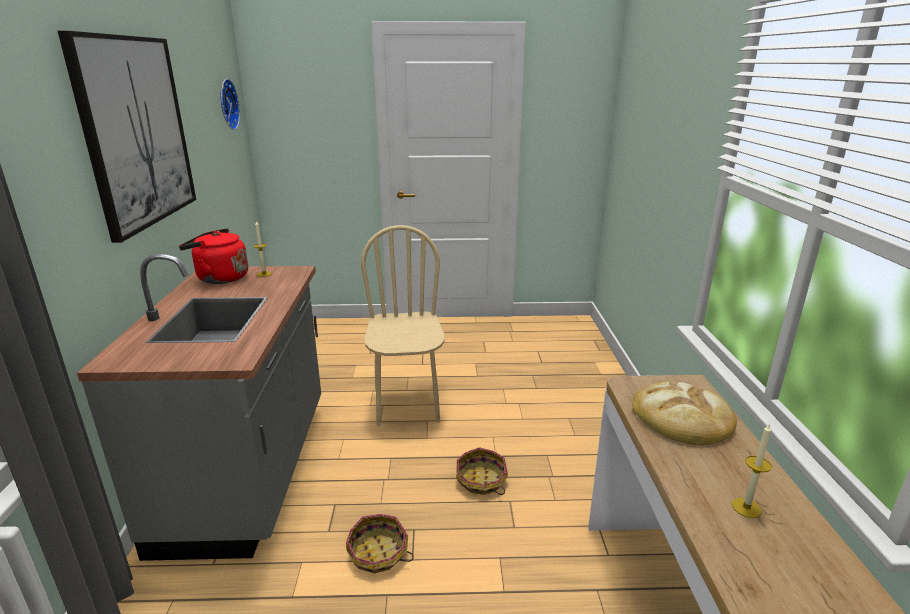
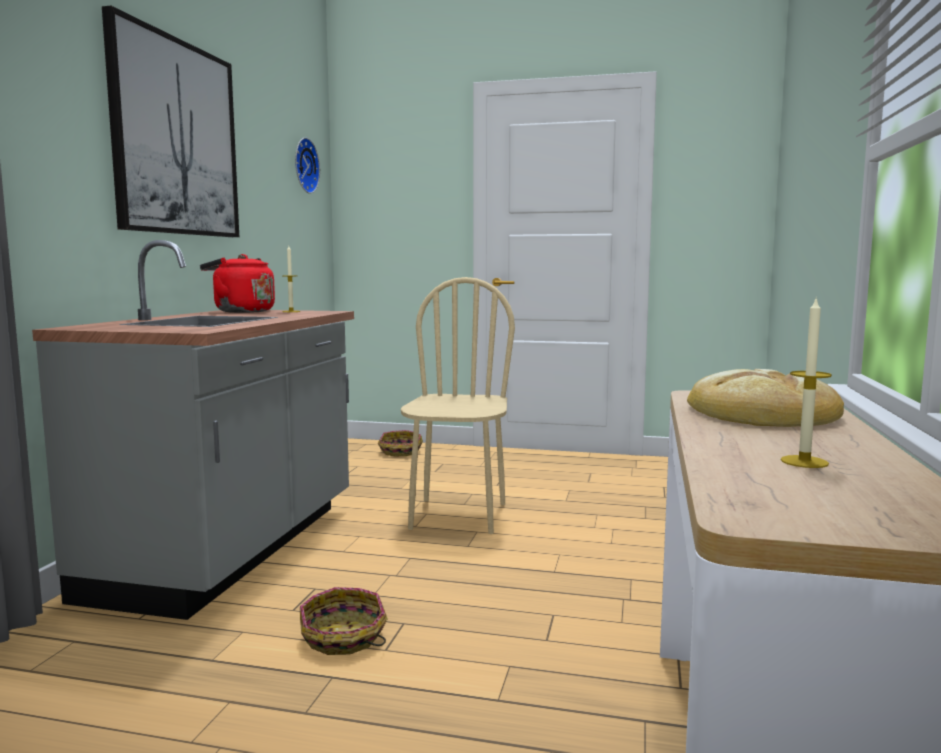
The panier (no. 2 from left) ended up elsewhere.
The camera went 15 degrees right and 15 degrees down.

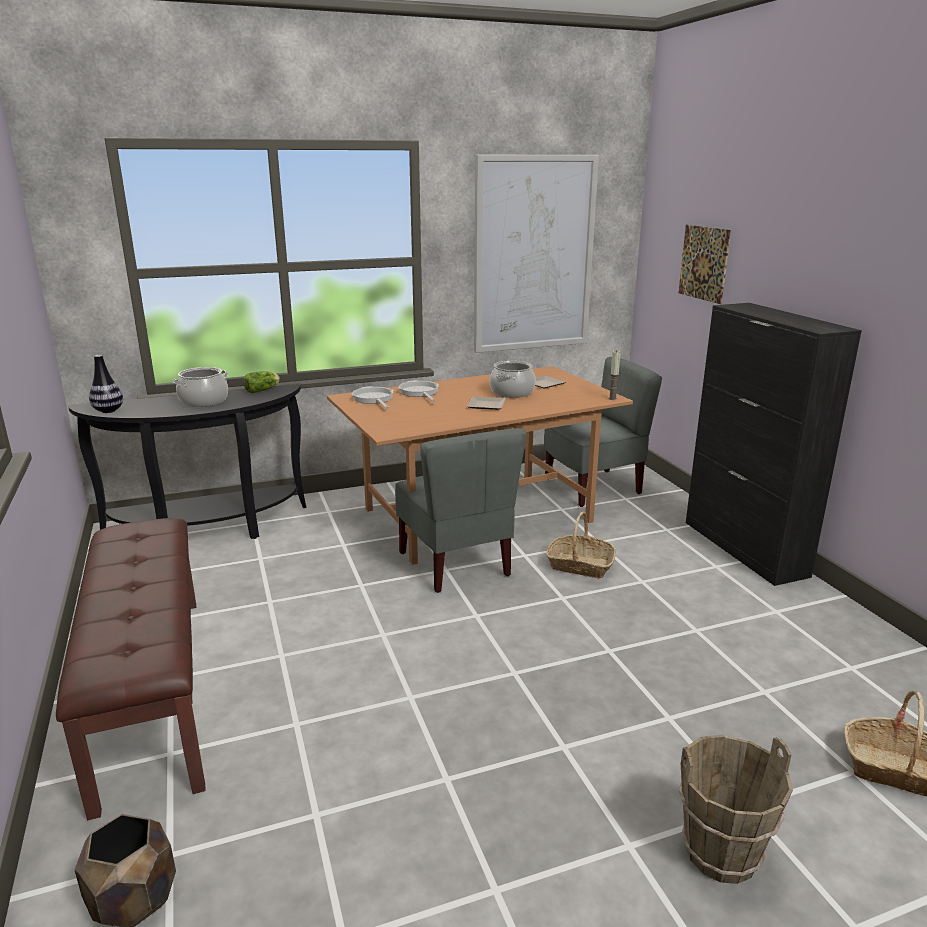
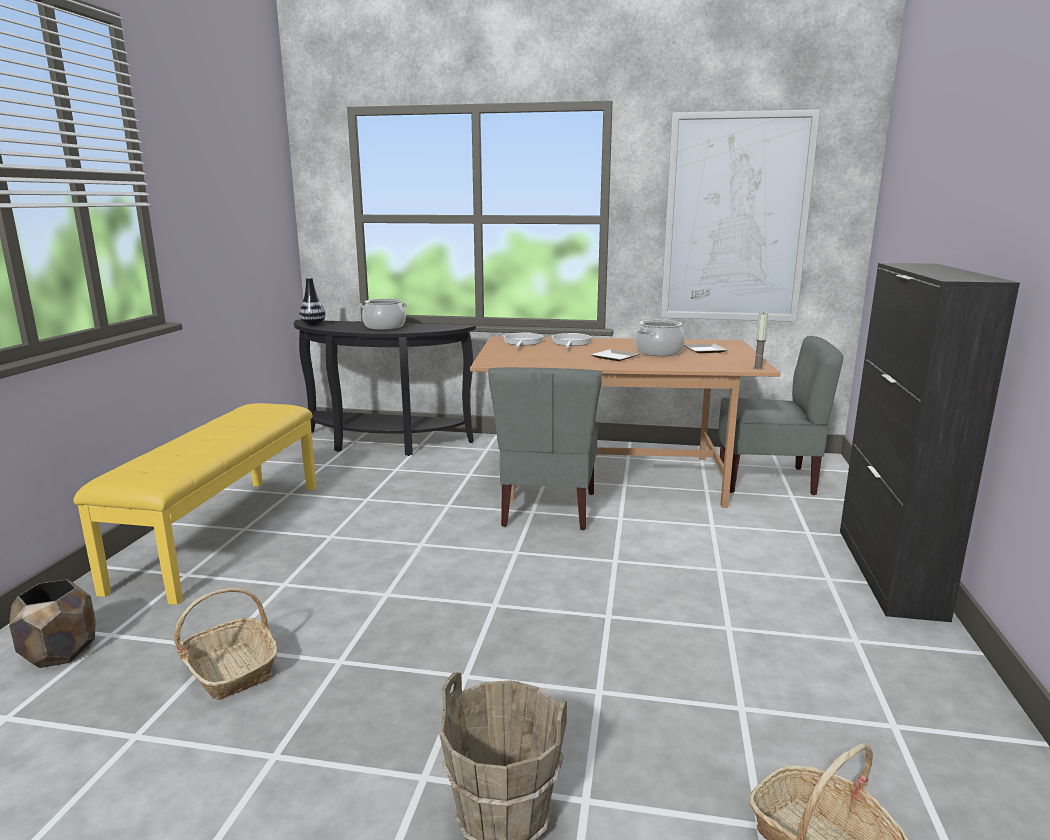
What was the banc [marron] turned into the banc [jaune].
The second view lost the laitue.
The panier (no. 1 from left) ended up elsewhere.
The second view lost the tableau (no. 2 from left).
The camera went 30 degrees right and 5 degrees down.

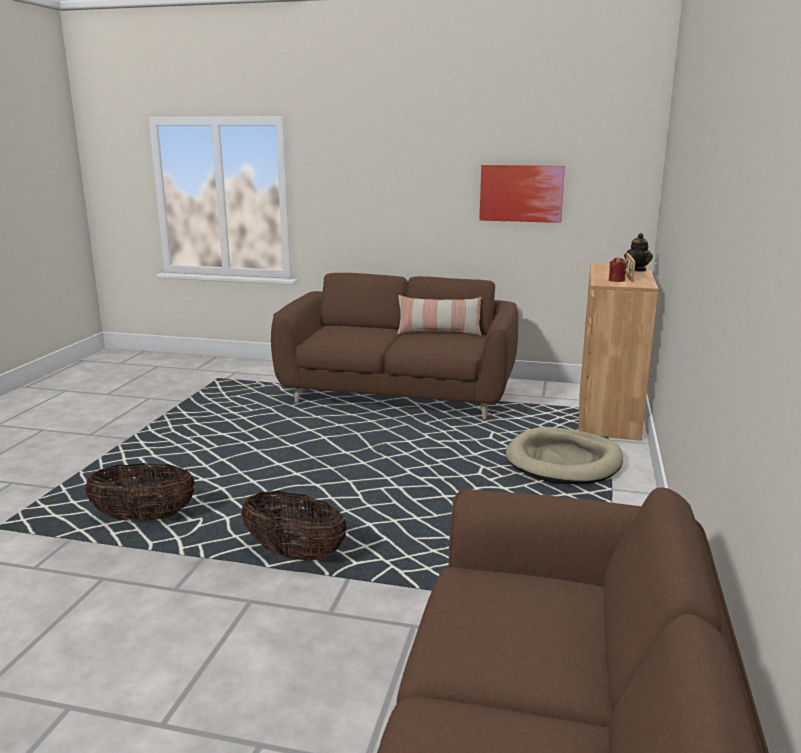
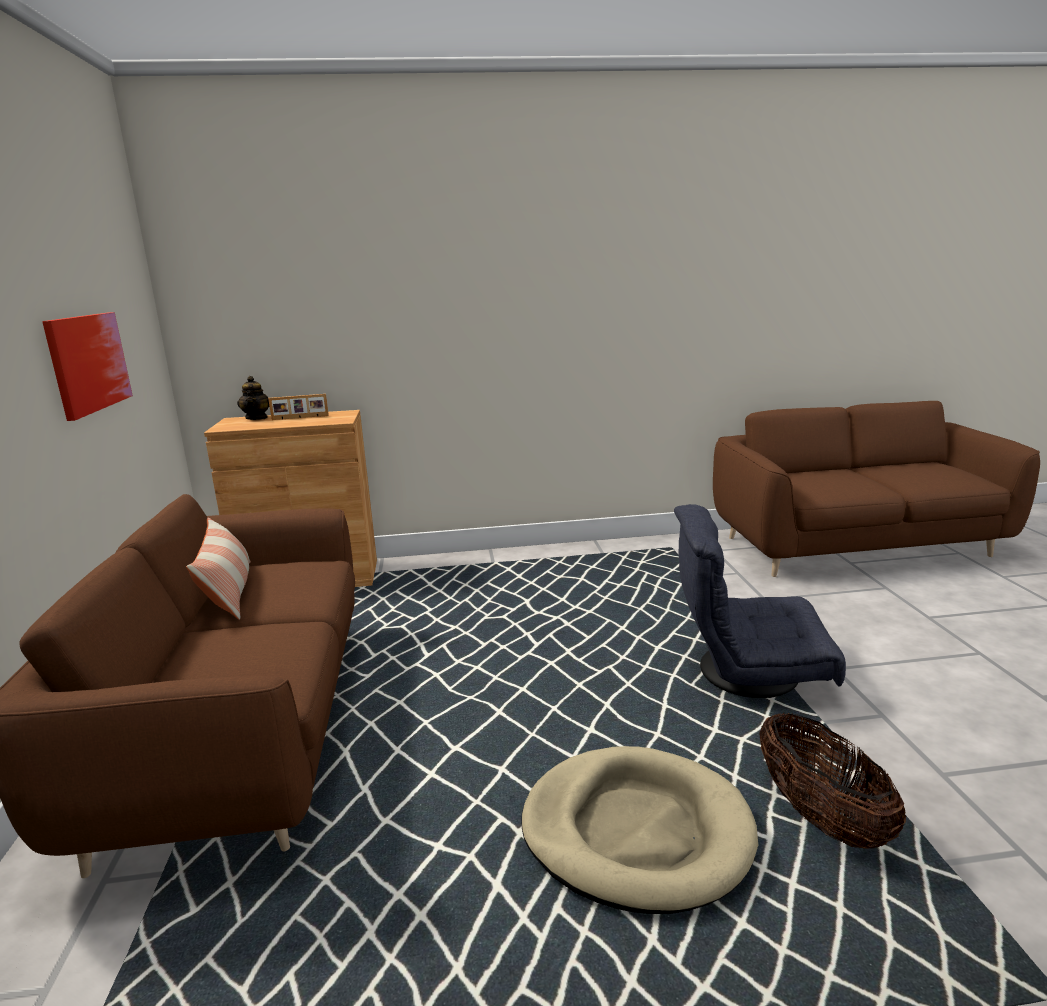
Where the panier (no. 2 from left) stood, the fauteuil [gris] came to stand.
The panier pour chien [beige] ended up elsewhere.
The second view lost the bougie [rouge].
The théière ended up facing another way, 90 degrees clockwise from before.
The camera went 110 degrees left and 0 degrees up.

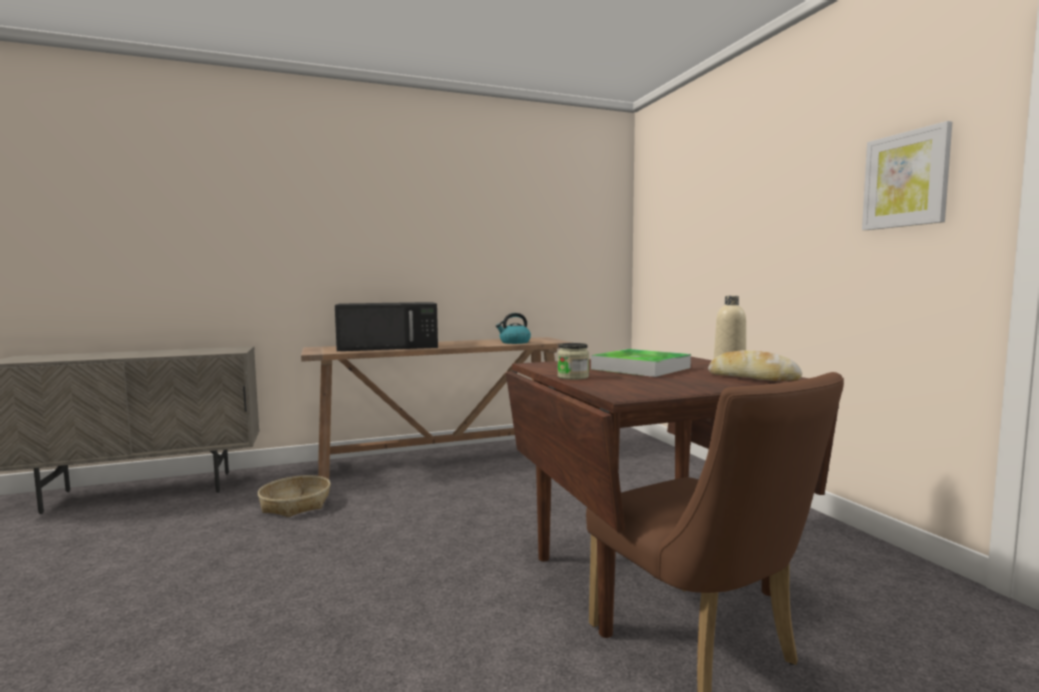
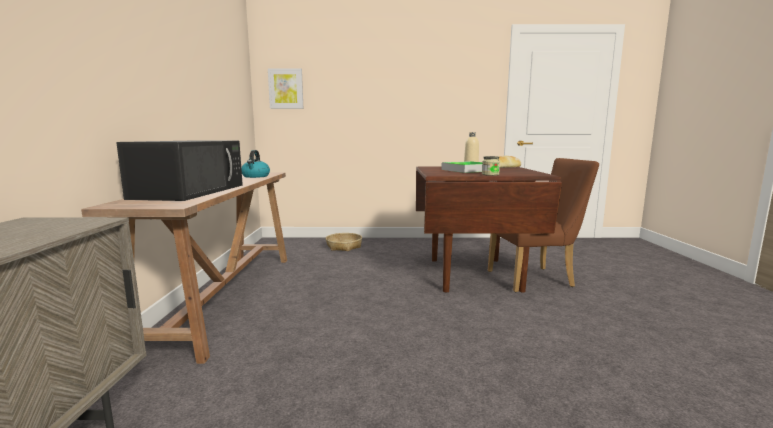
The panier ended up elsewhere.
The tableau ended up elsewhere.
The camera went 70 degrees left and 5 degrees up.

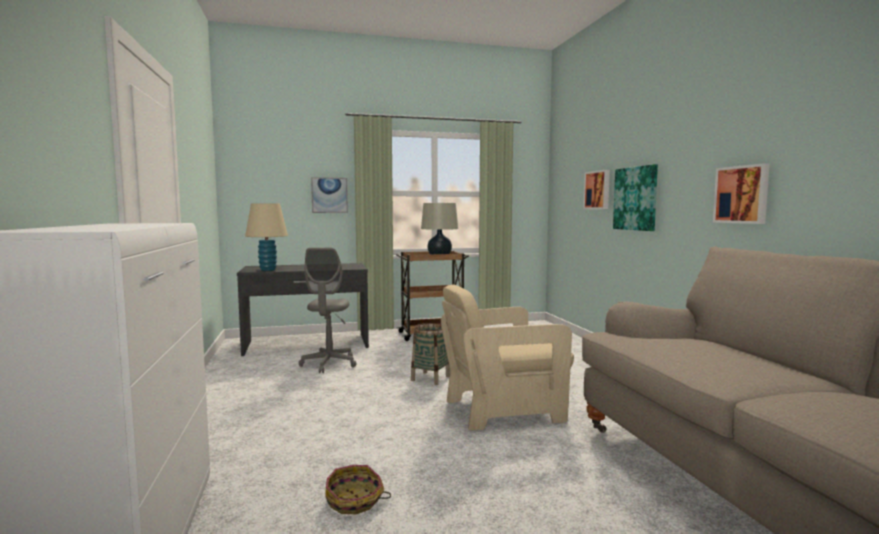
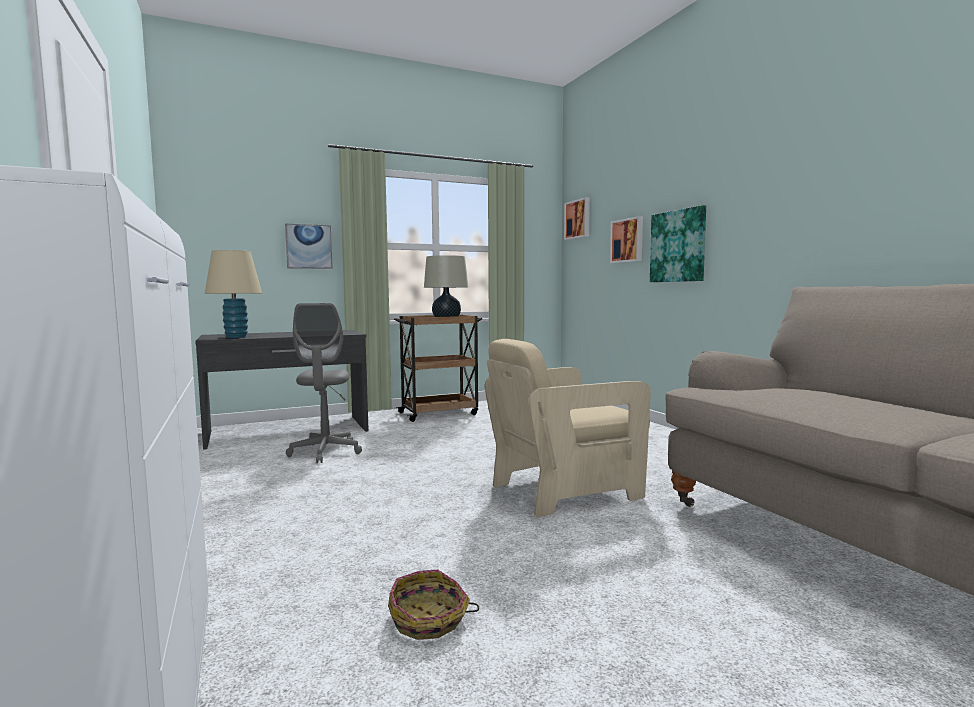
The second view lost the panier (no. 2 from left).
The tableau (no. 4 from left in the first image) ended up elsewhere.
The camera went 10 degrees left and 0 degrees up.

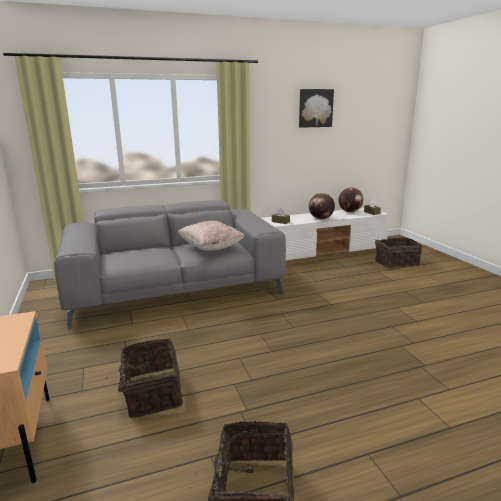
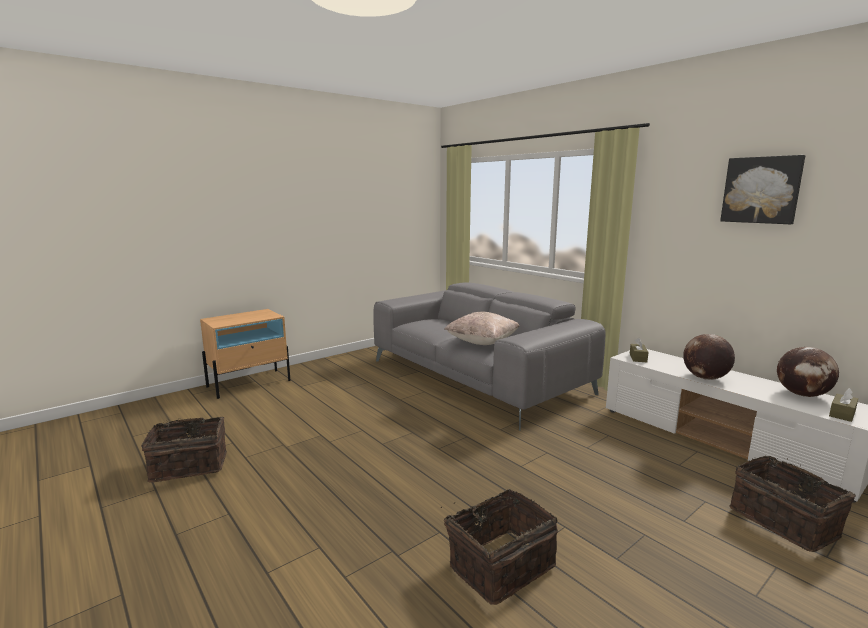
The panier (no. 1 from left in the first image) ended up elsewhere.
The camera went 70 degrees right and 5 degrees down.

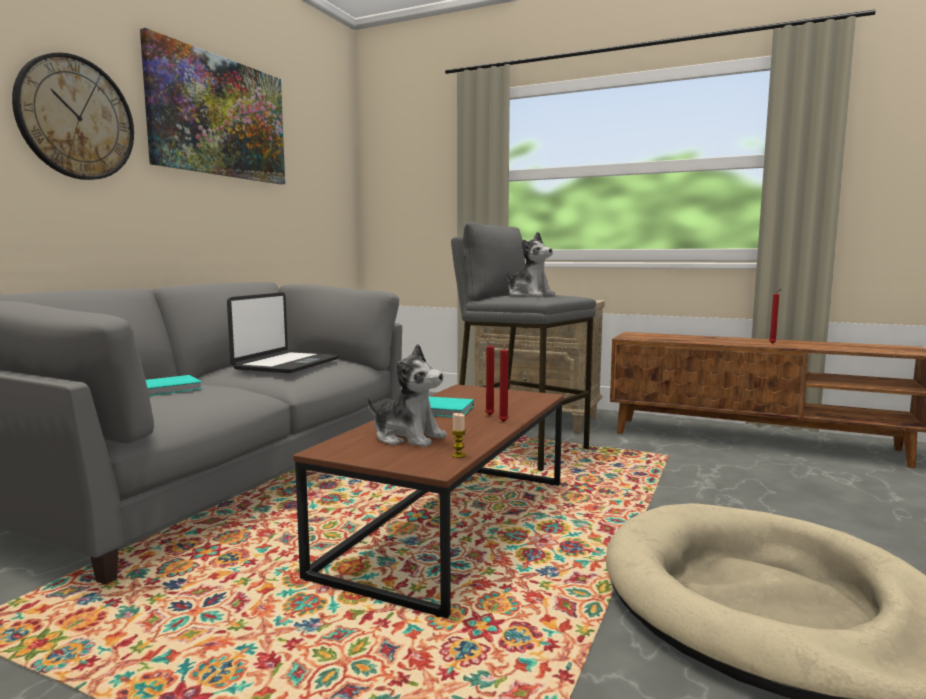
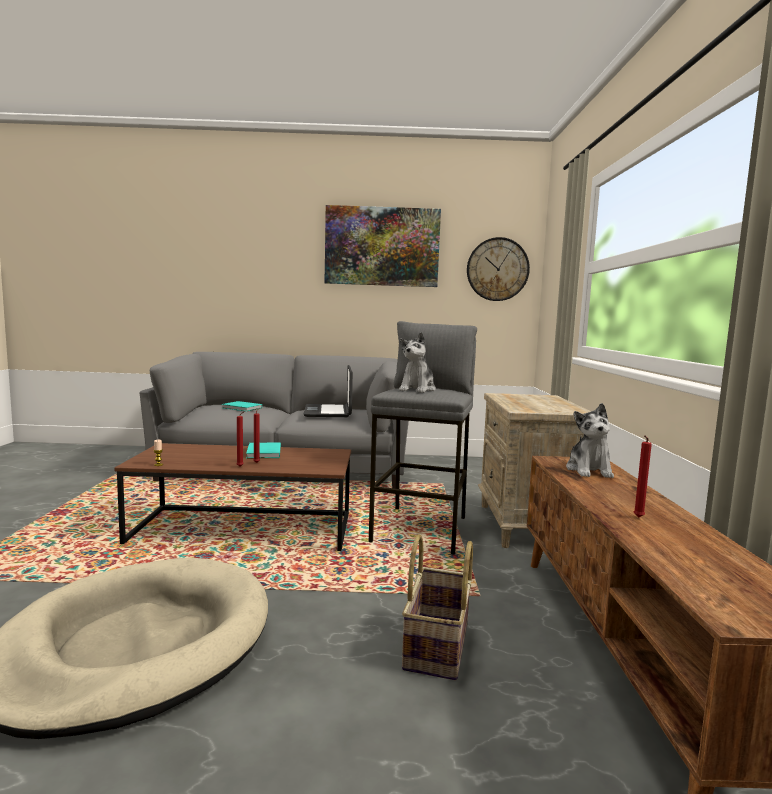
The horloge murale ended up elsewhere.
The ordinateur portable ended up facing another way, 90 degrees clockwise from before.
The peluche (no. 1 from left in the first image) ended up elsewhere.
The second view gained the panier.
The camera went 65 degrees right and 0 degrees up.

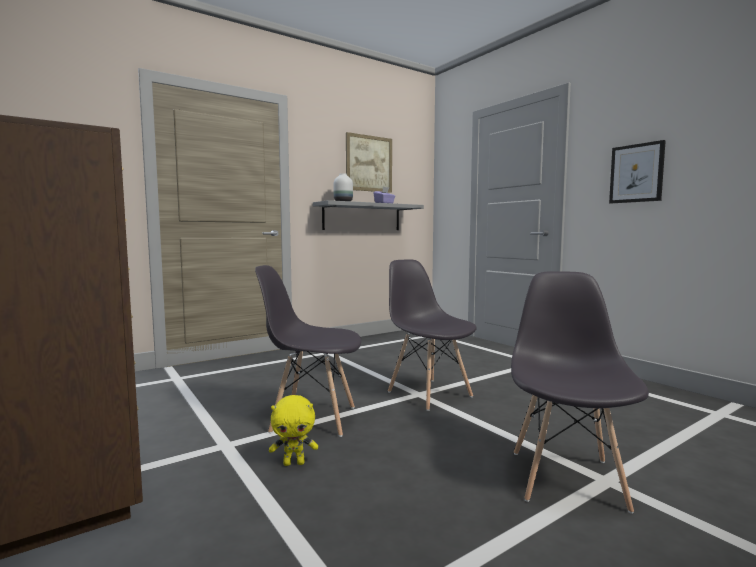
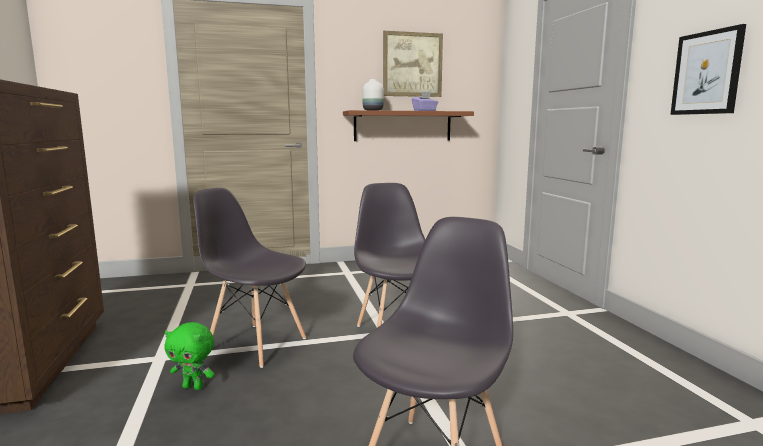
What was the peluche [jaune] turned into the peluche [vert].
What was the étagère [gris] turned into the étagère [marron].
The camera went 20 degrees right and 5 degrees up.

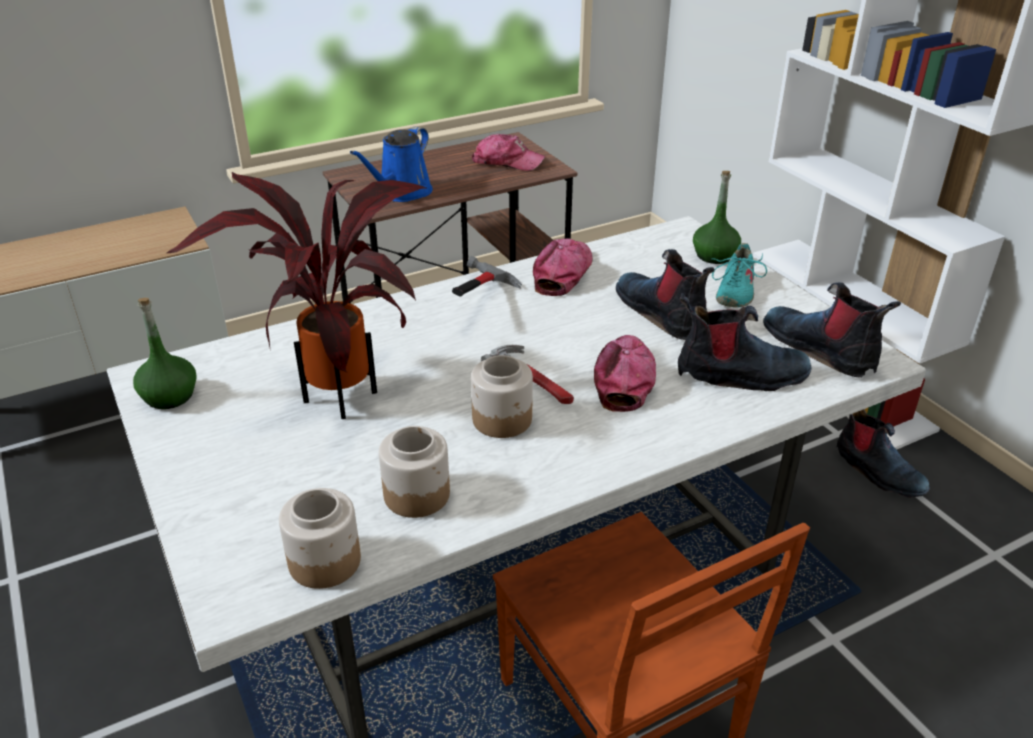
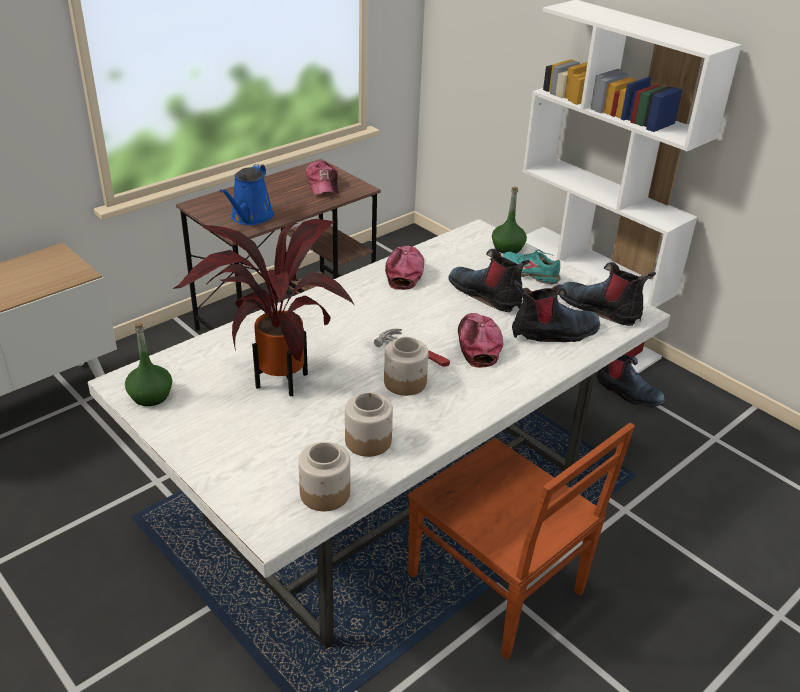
The second view lost the marteau (no. 1 from left).
The casquette (no. 1 from left) ended up facing another way, 75 degrees clockwise from before.
The chaussure [turquoise] ended up facing another way, 120 degrees clockwise from before.
The camera went 15 degrees left and 0 degrees up.

